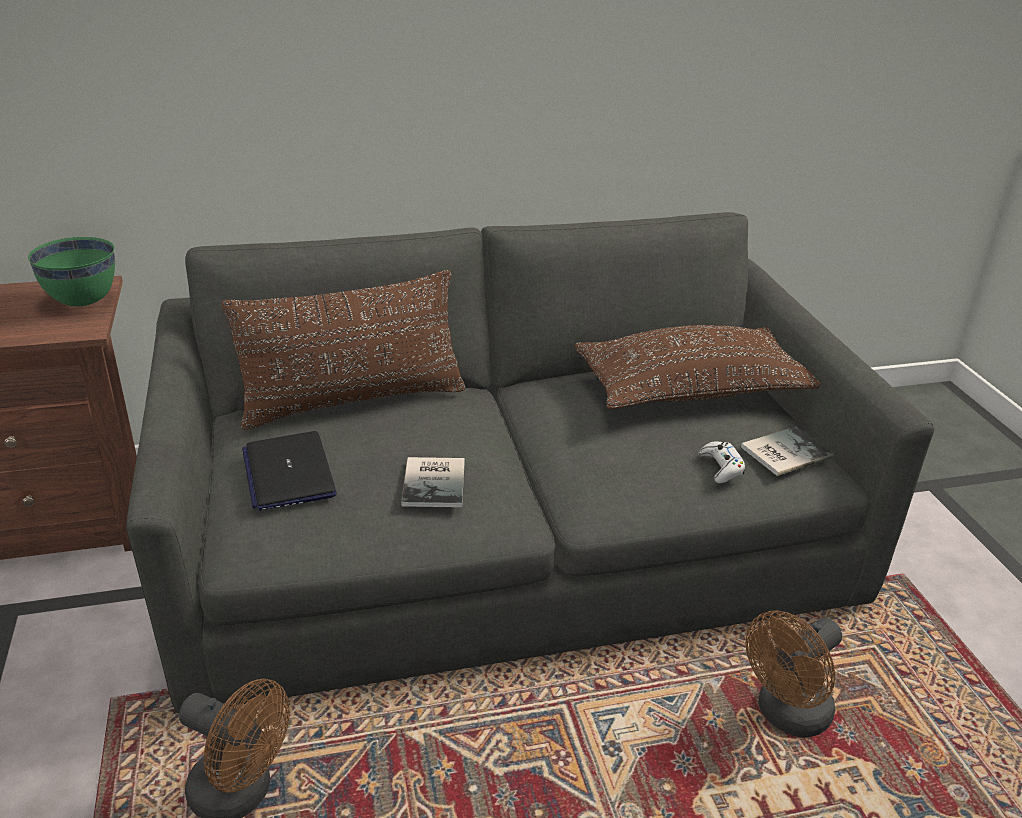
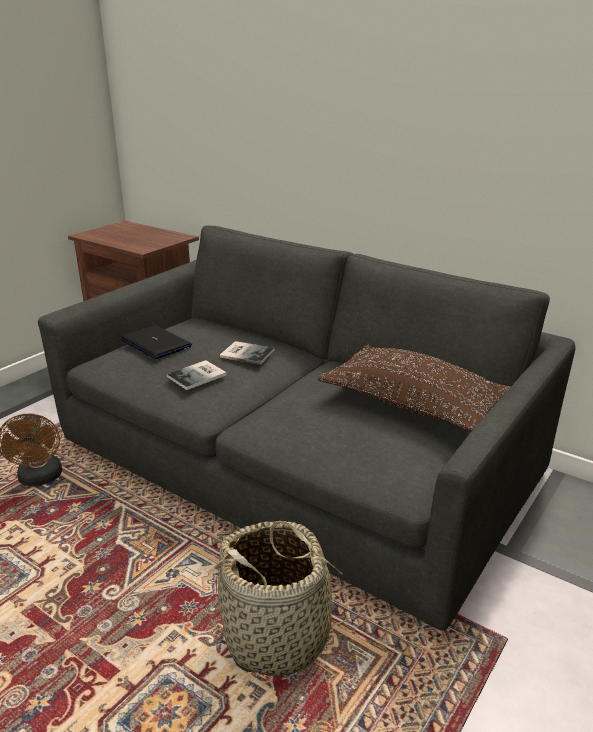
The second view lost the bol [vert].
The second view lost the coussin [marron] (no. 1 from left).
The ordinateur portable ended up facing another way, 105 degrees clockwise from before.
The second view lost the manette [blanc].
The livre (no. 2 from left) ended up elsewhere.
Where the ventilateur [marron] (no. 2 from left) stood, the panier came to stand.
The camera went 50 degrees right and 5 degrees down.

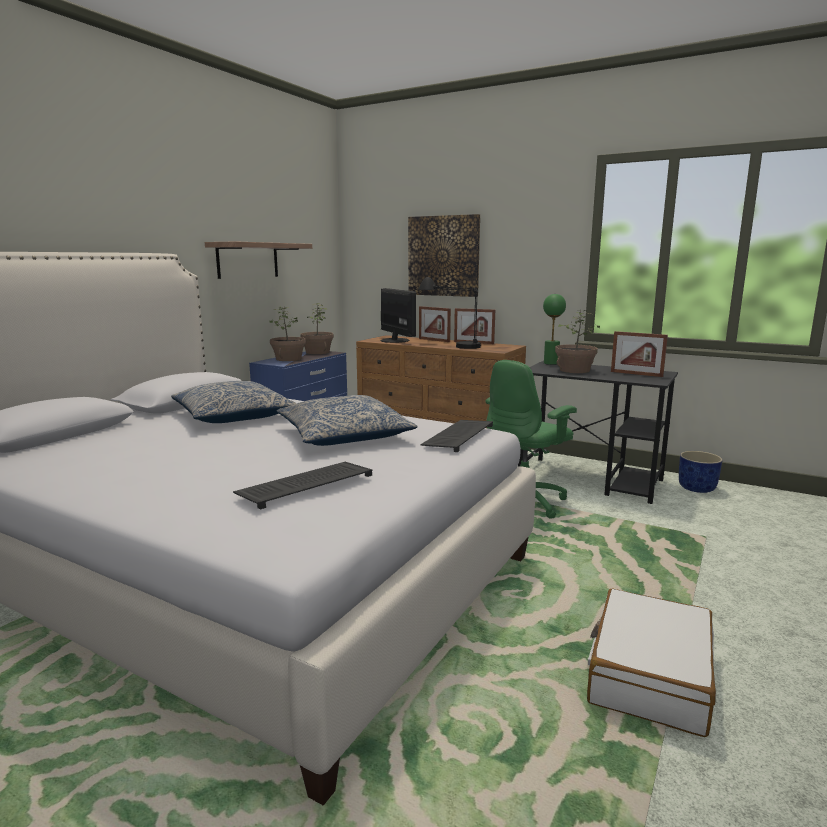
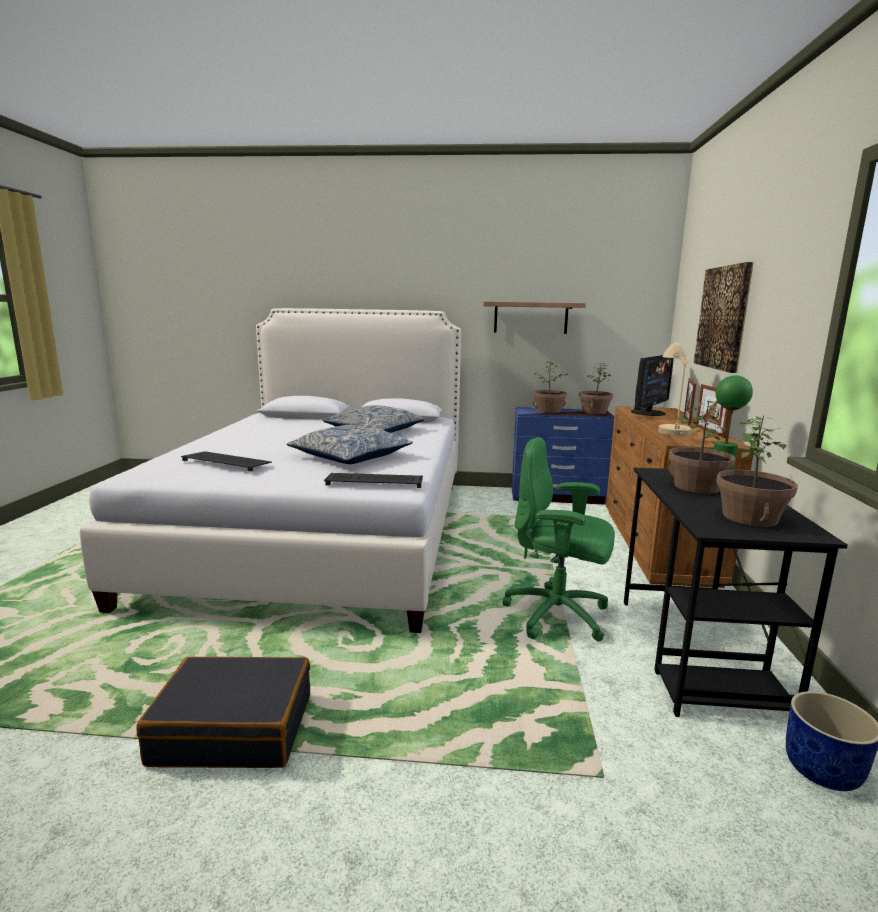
What was the lampe de table [noir] turned into the lampe de table [beige].
What was the valise [blanc] turned into the valise [noir].
Where the cadre photo (no. 3 from left) stood, the plante en pot (no. 4 from left) came to stand.
The camera went 65 degrees right and 0 degrees up.

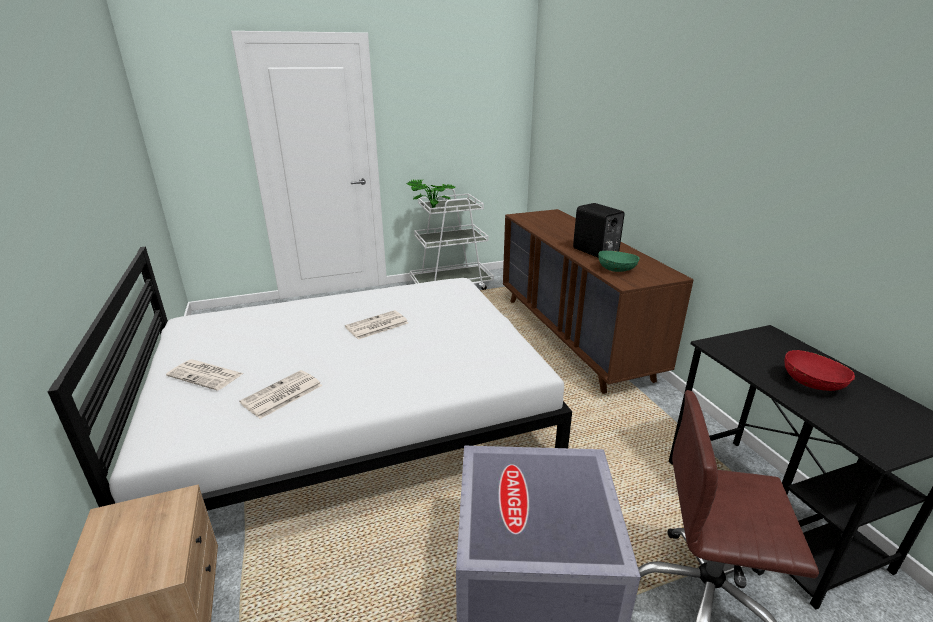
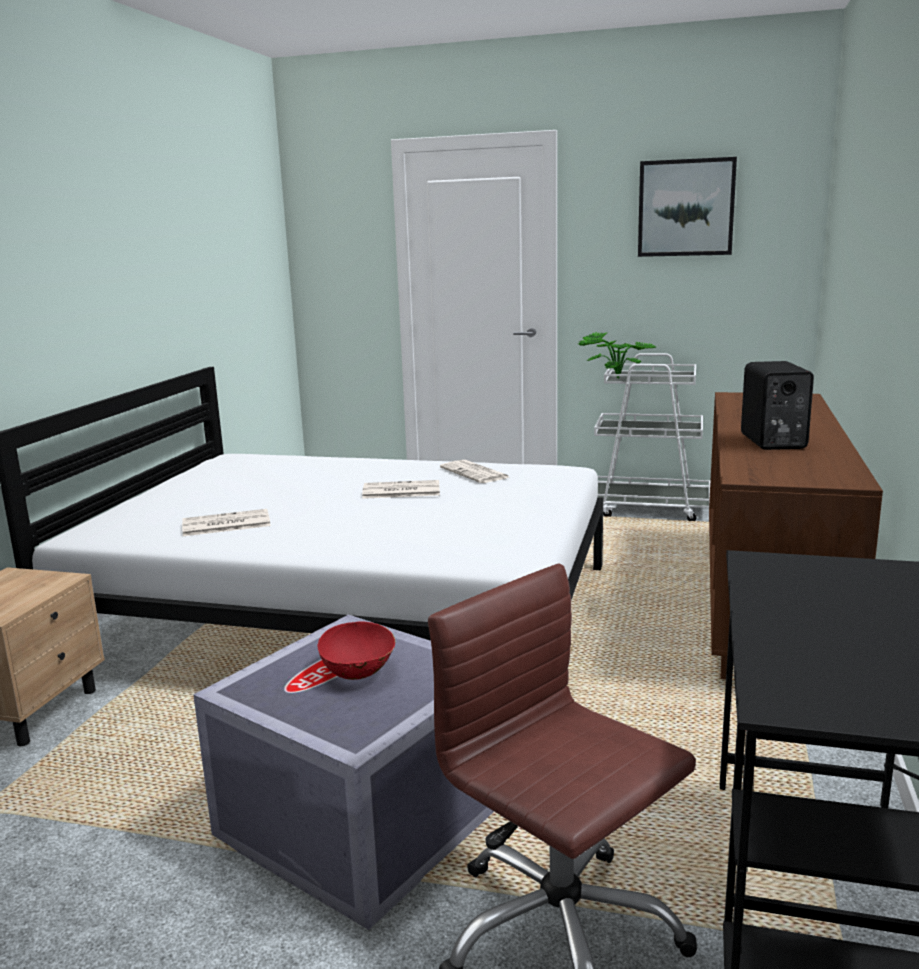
The journal (no. 1 from left in the first image) ended up elsewhere.
The second view lost the bol [vert].
The bol [rouge] ended up elsewhere.
The second view gained the tableau.
The camera went 35 degrees right and 10 degrees down.

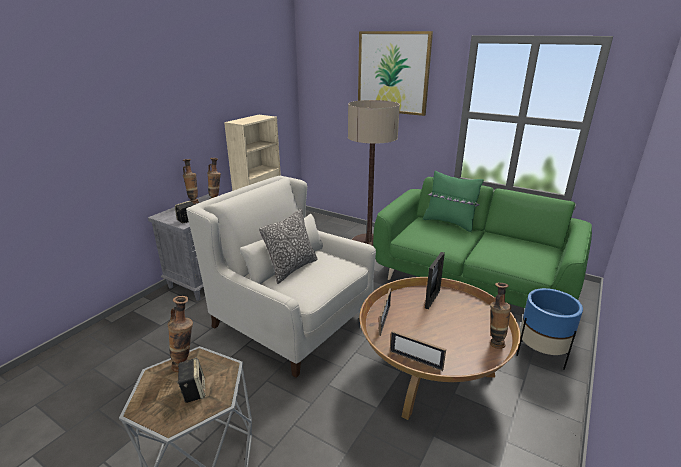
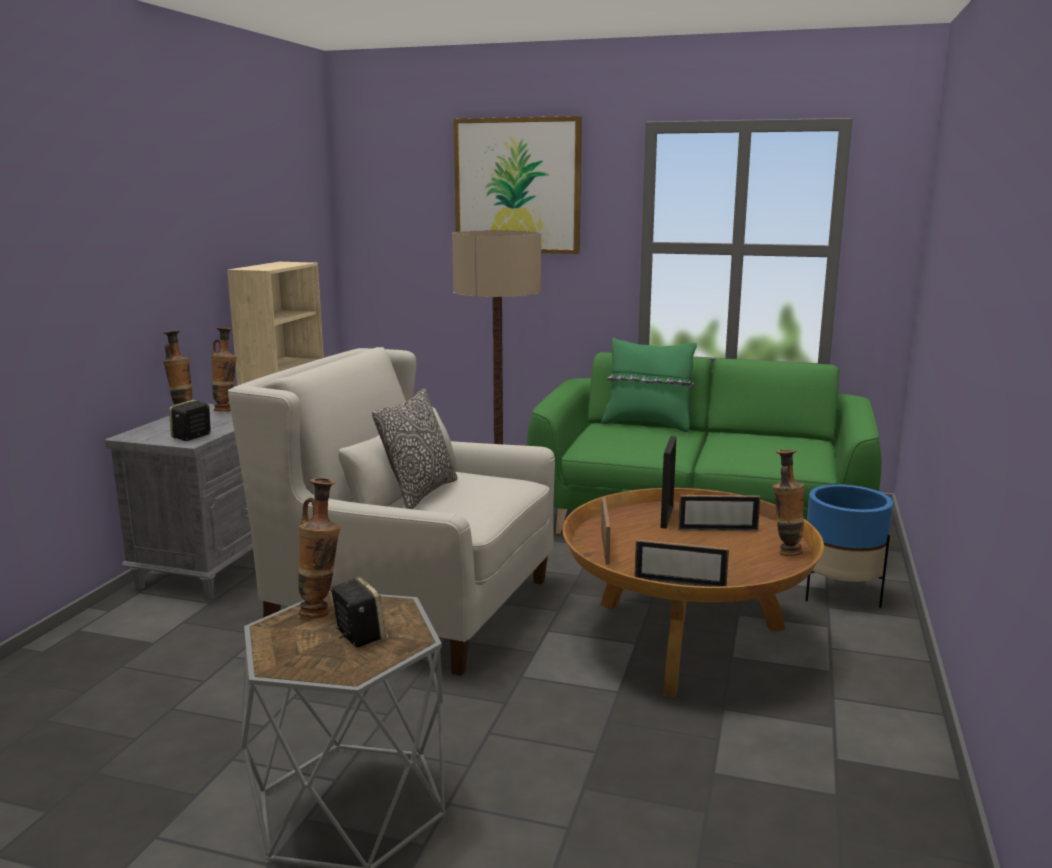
The second view gained the cadre photo (no. 4 from left).
The camera went 15 degrees left and 10 degrees down.

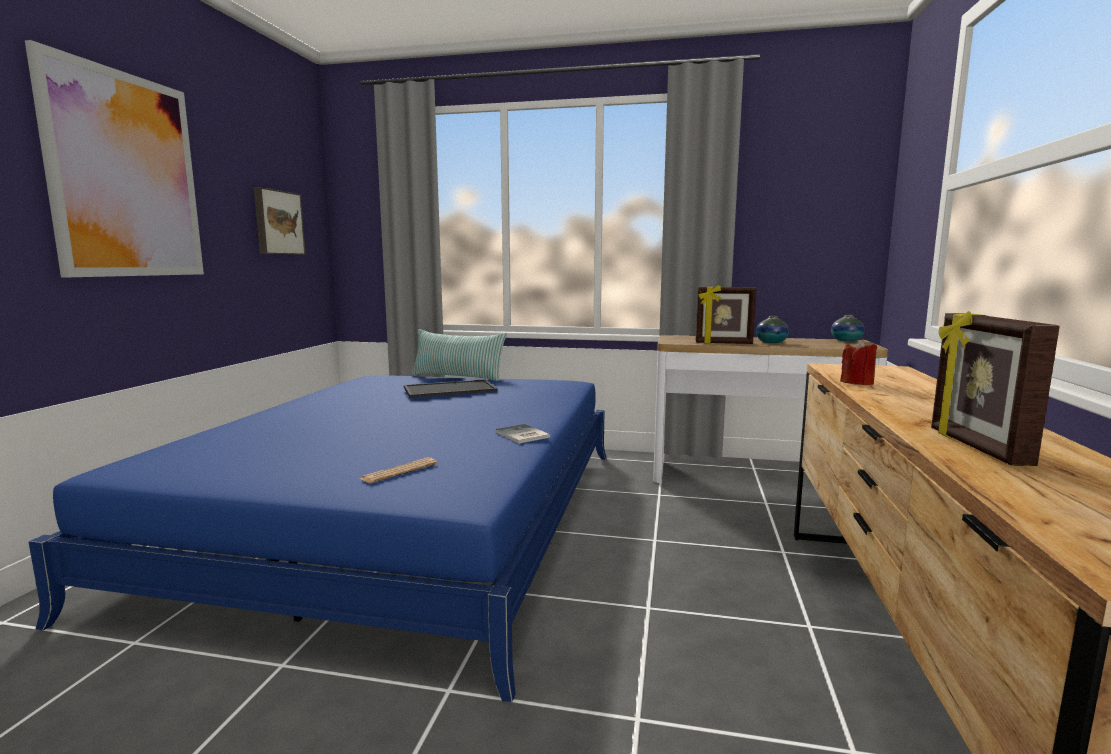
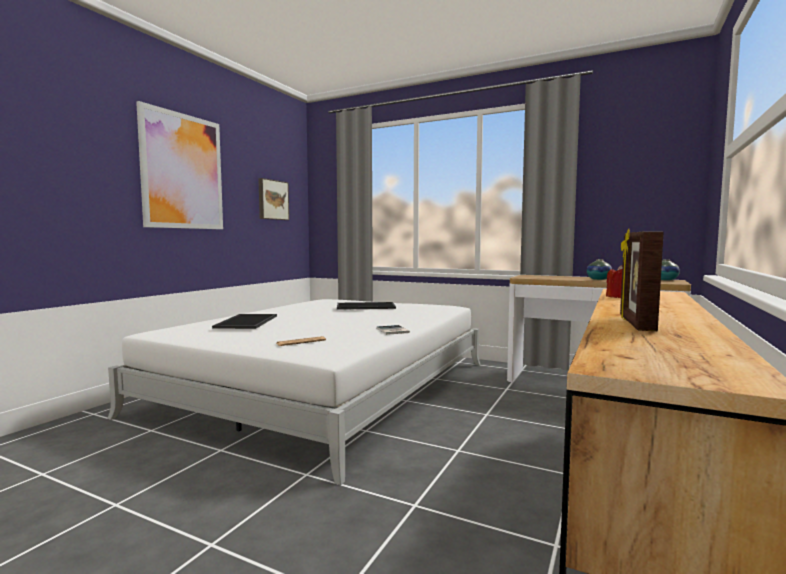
What was the lit [bleu] turned into the lit [blanc].
The second view lost the coussin.
The second view lost the cadre photo (no. 1 from left).
The second view gained the plateau (no. 1 from left).
The camera went 15 degrees right and 5 degrees down.

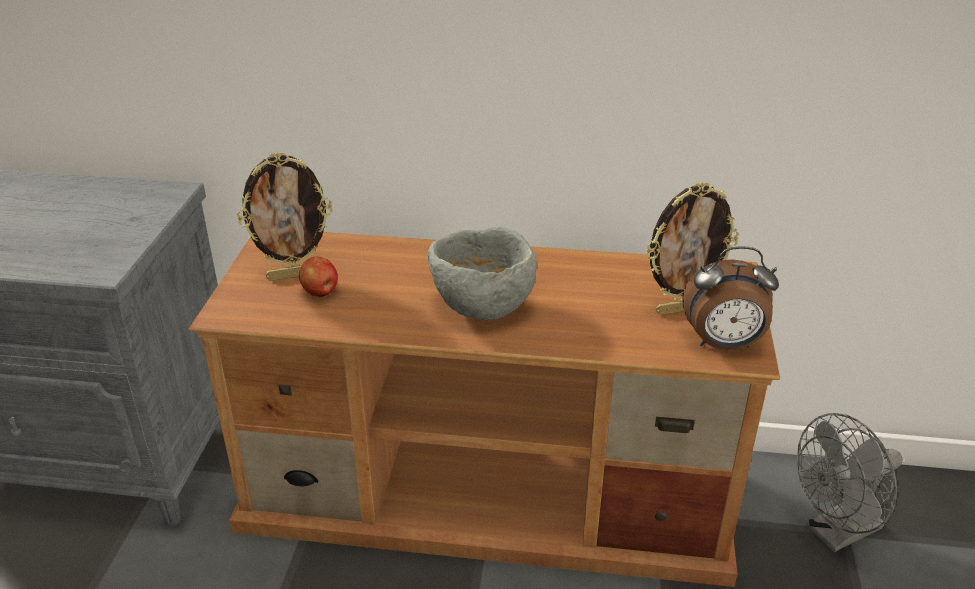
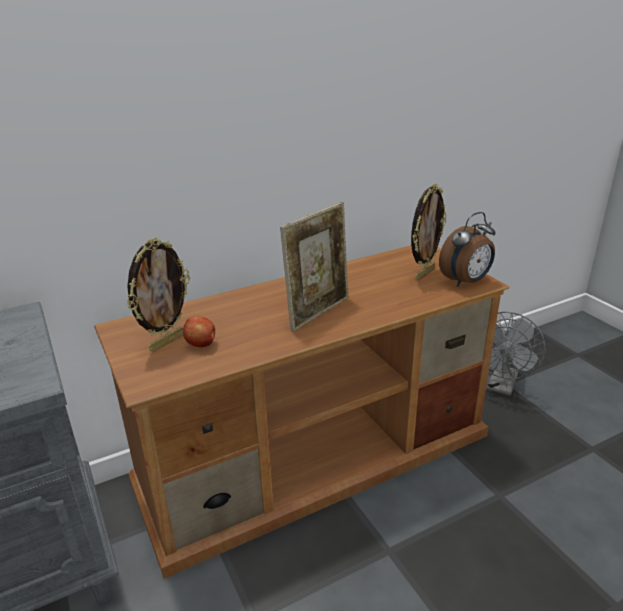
Where the bol [gris] stood, the cadre photo (no. 2 from left) came to stand.
The camera went 35 degrees left and 5 degrees down.

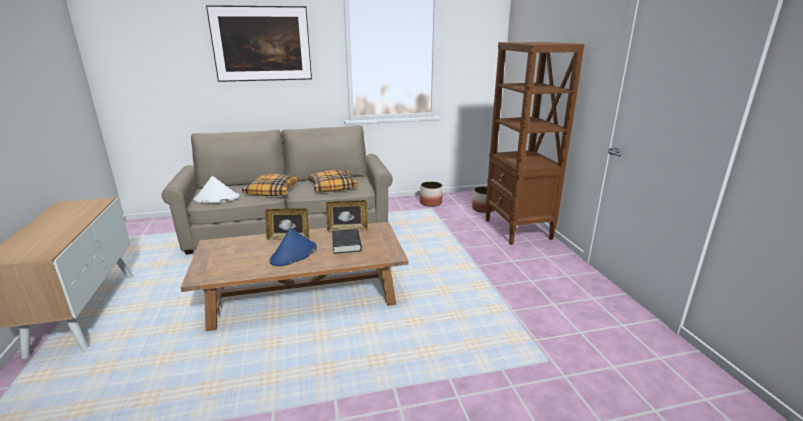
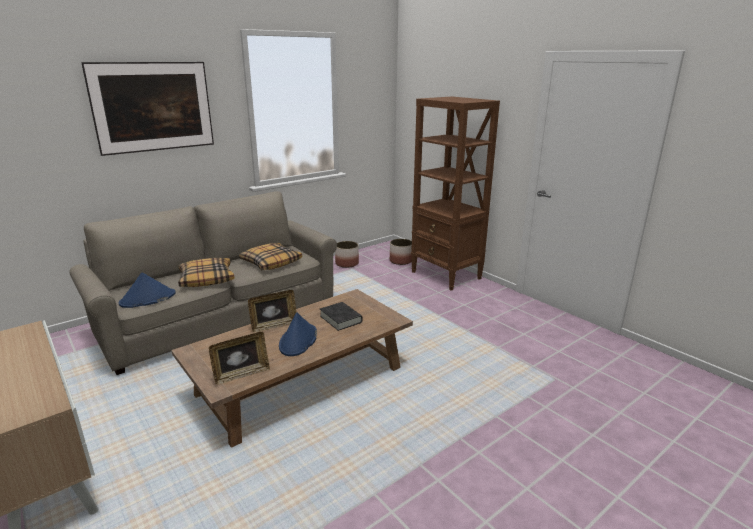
What was the chapeau [blanc] turned into the chapeau [bleu] (no. 1 from left).
The cadre photo (no. 2 from left in the first image) ended up elsewhere.
The camera went 25 degrees left and 0 degrees up.

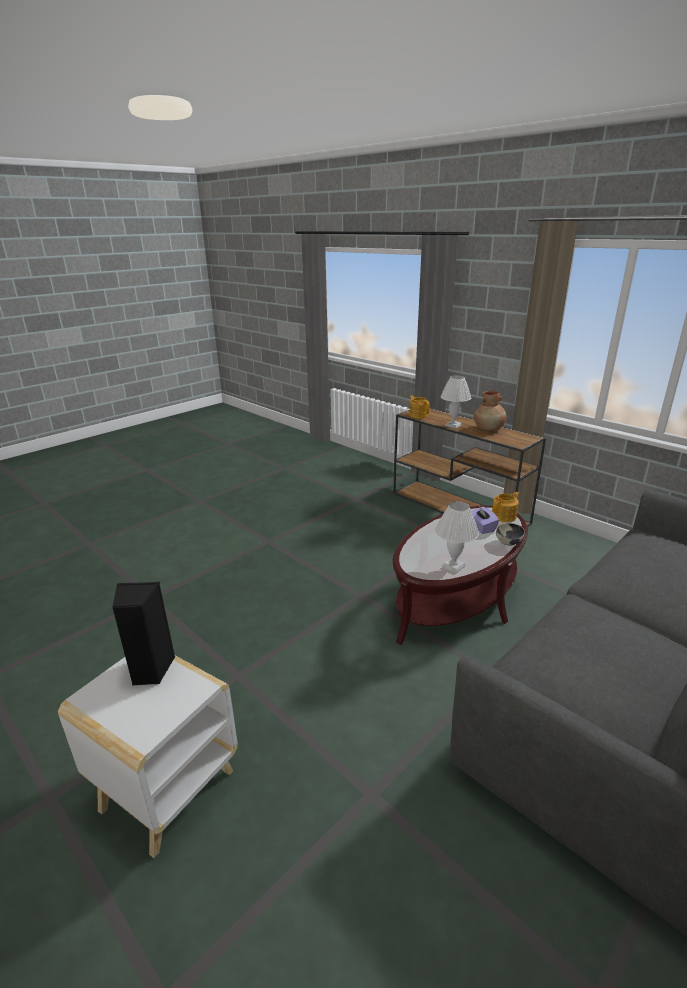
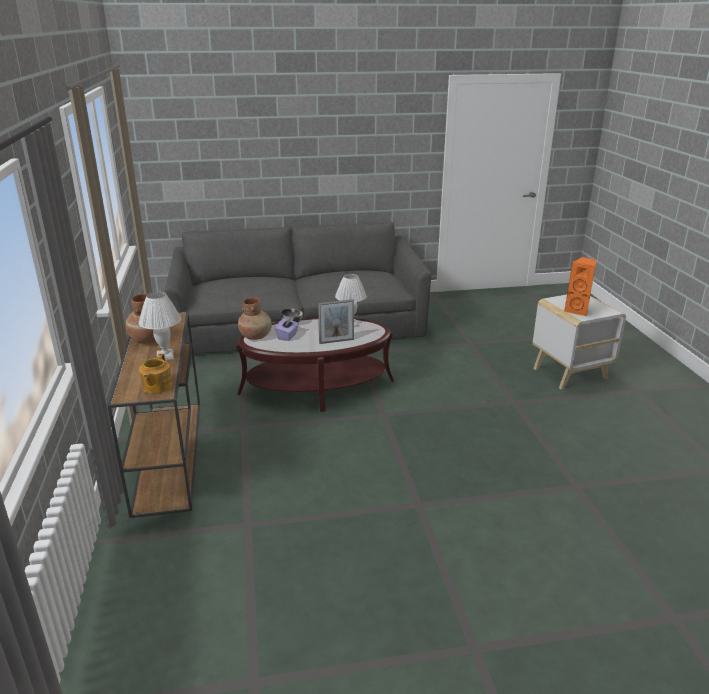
What was the enceinte [noir] turned into the enceinte [orange].
Where the théière (no. 2 from left) stood, the vase [marron] (no. 2 from left) came to stand.
The second view gained the cadre photo.
The camera went 145 degrees left and 0 degrees up.

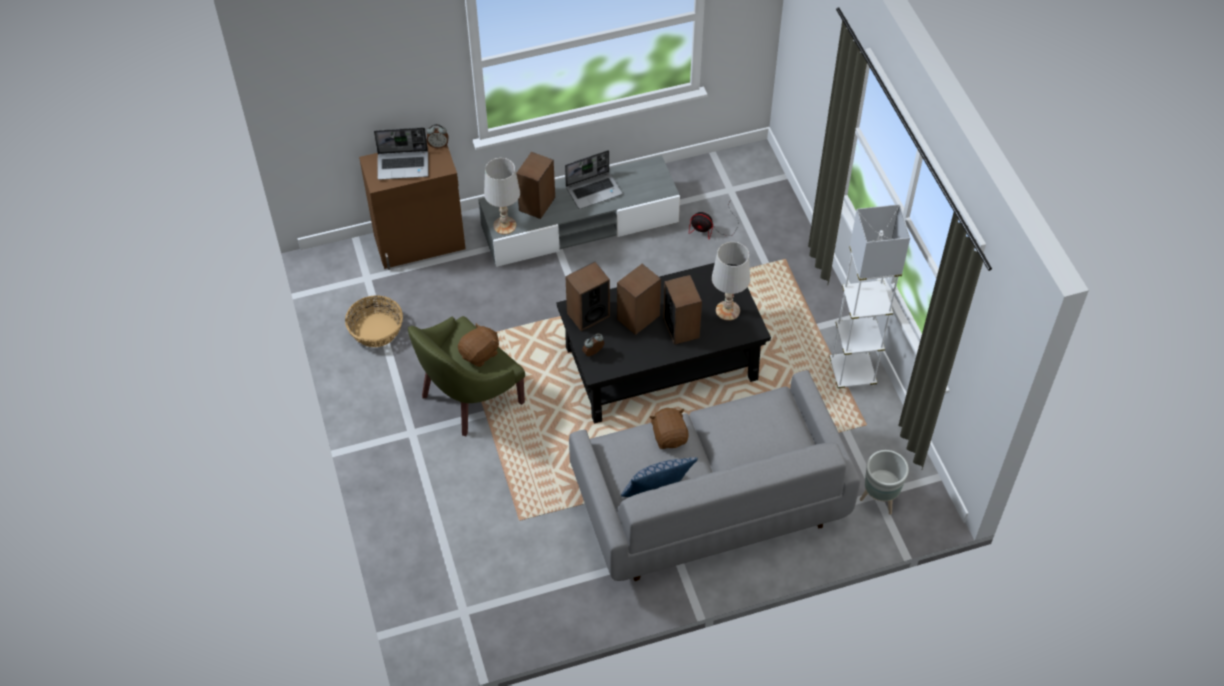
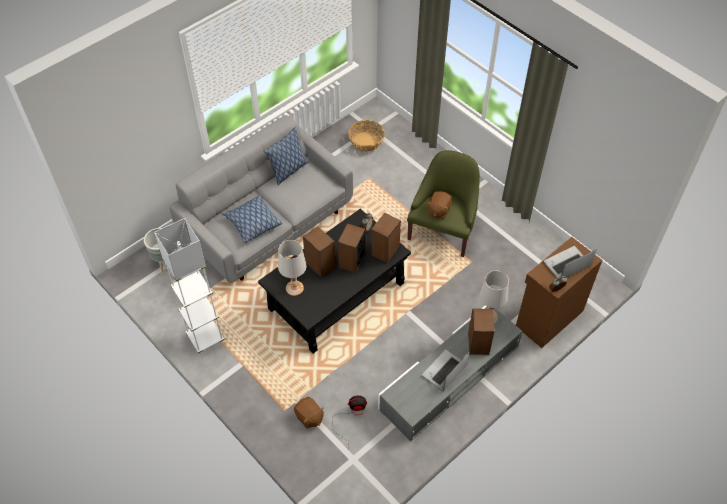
The panier ended up elsewhere.
The peluche [marron] (no. 2 from left in the first image) ended up elsewhere.
The second view gained the coussin (no. 1 from left).
The camera went 155 degrees right and 0 degrees up.

